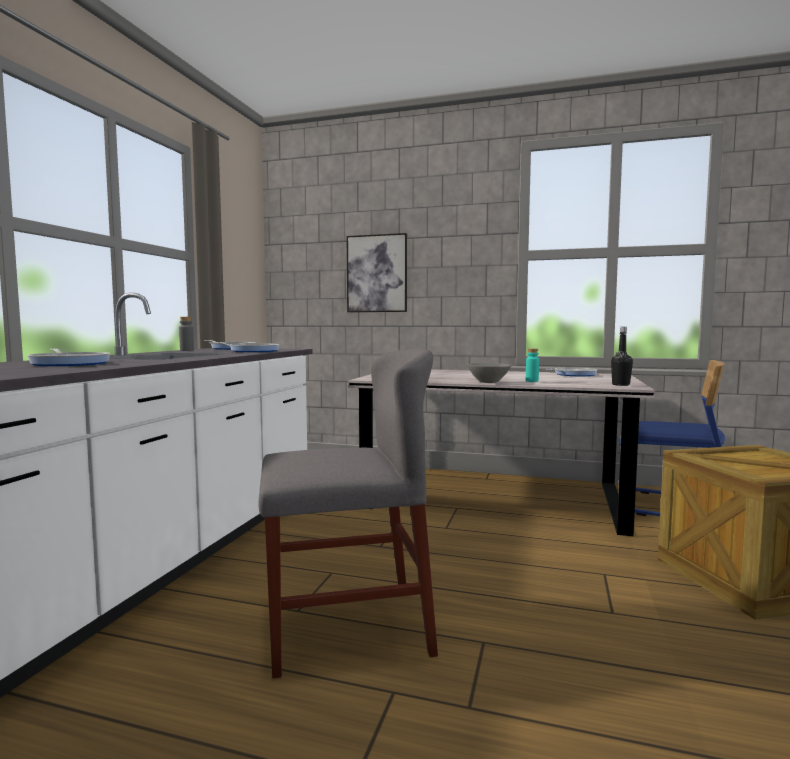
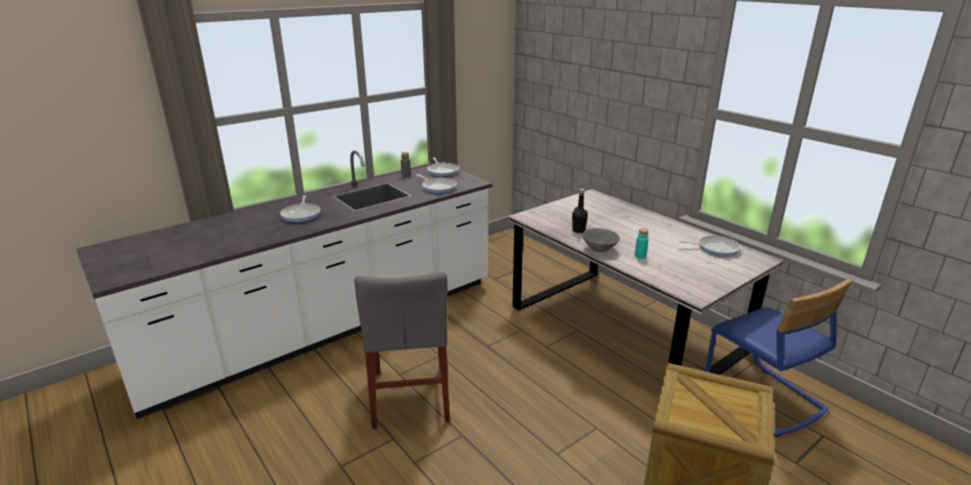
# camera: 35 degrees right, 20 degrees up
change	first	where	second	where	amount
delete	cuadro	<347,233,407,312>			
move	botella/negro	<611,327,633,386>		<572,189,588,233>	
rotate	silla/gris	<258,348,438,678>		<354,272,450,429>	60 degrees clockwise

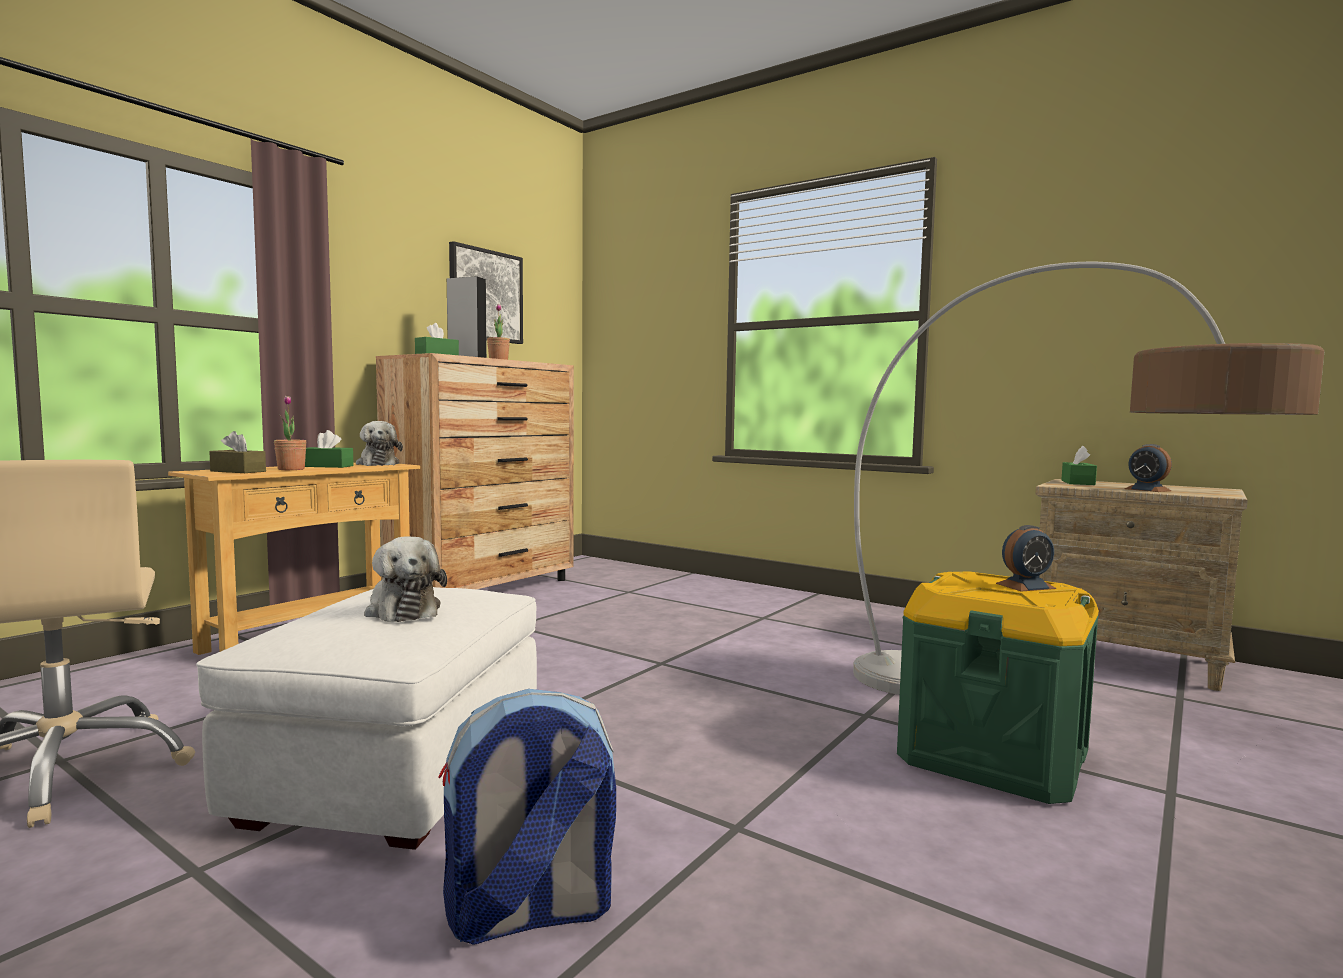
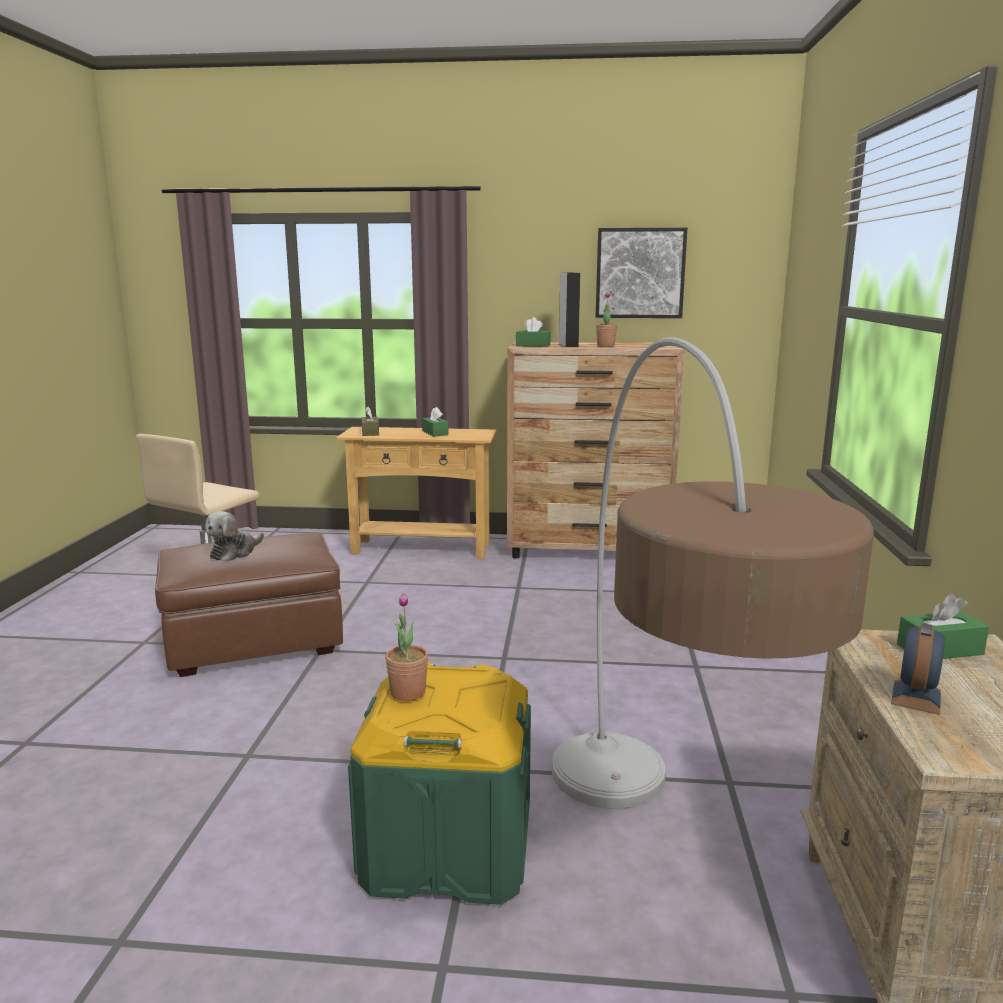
# camera: 60 degrees right, 10 degrees up
change	first	where	second	where	amount
delete	peluche	<356,421,403,466>			
delete	mochila	<438,689,616,945>			
delete	despertador	<996,525,1056,591>			
move	planta en maceta	<274,396,307,470>		<385,593,428,701>	
recolor	puf/blanco	<196,587,537,850>	puf/marrón	<155,533,343,677>	

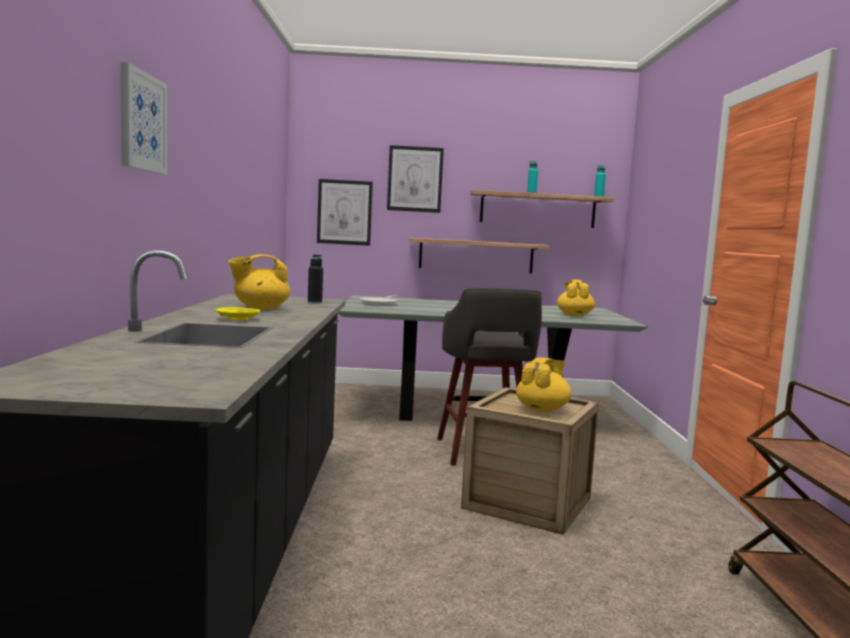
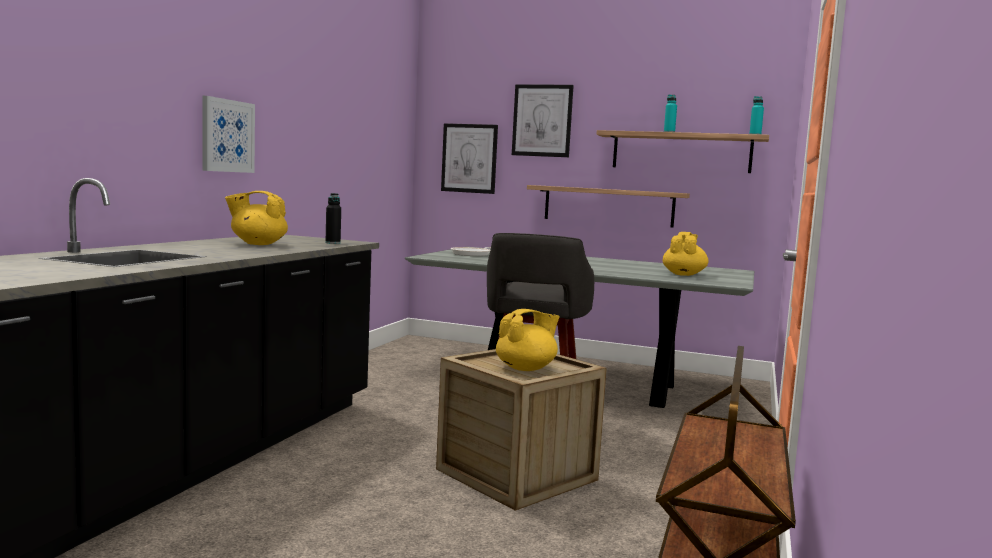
# camera: 20 degrees right, 0 degrees up
change	first	where	second	where	amount
delete	plato/amarillo	<215,307,260,320>			
move	cuadro	<121,62,167,174>		<203,96,255,173>	

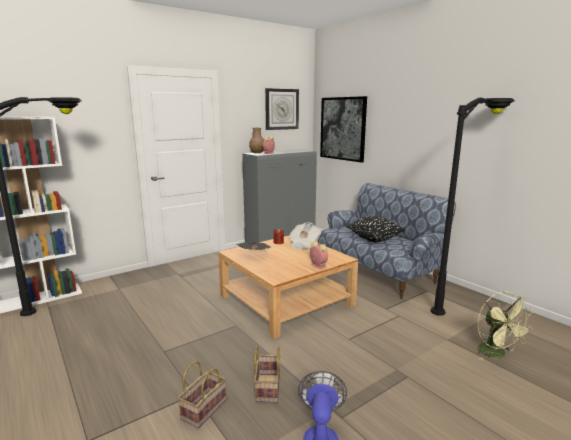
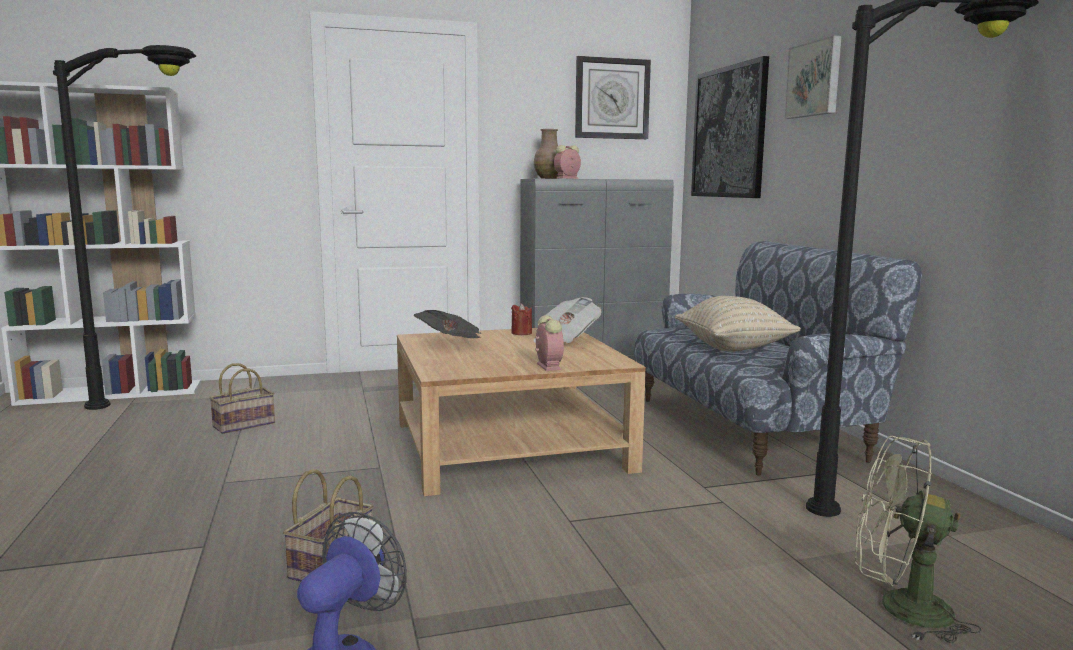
# camera: 20 degrees right, 5 degrees down
change	first	where	second	where	amount
insert			cuadro	<784,35,842,119>	
move	cesta	<178,361,226,428>		<209,363,275,434>	
recolor	cojín/negro	<346,216,406,242>	cojín/beis	<675,296,801,352>	
rotate	ventilador/verde	<477,291,535,361>		<855,436,981,643>	105 degrees clockwise

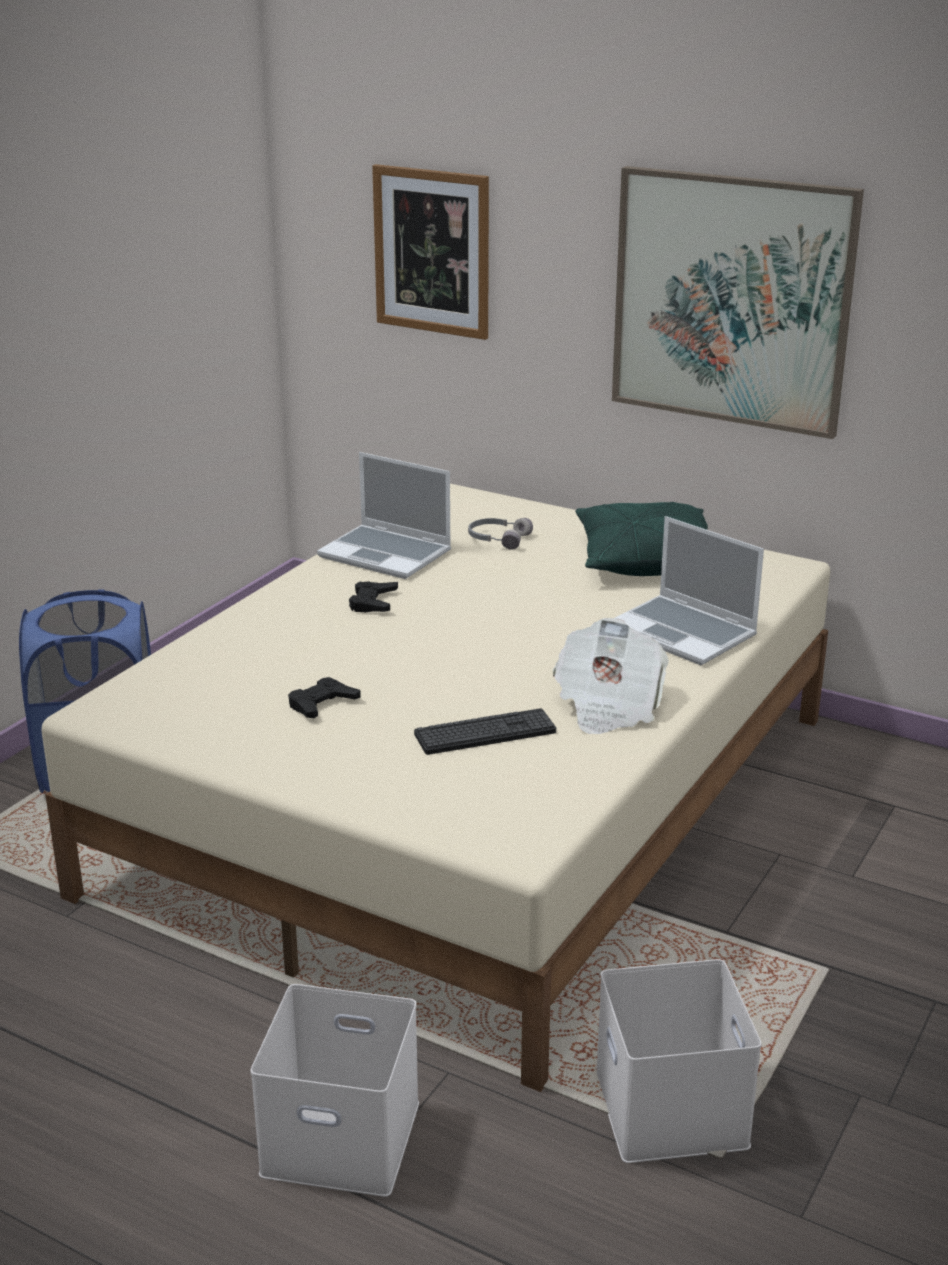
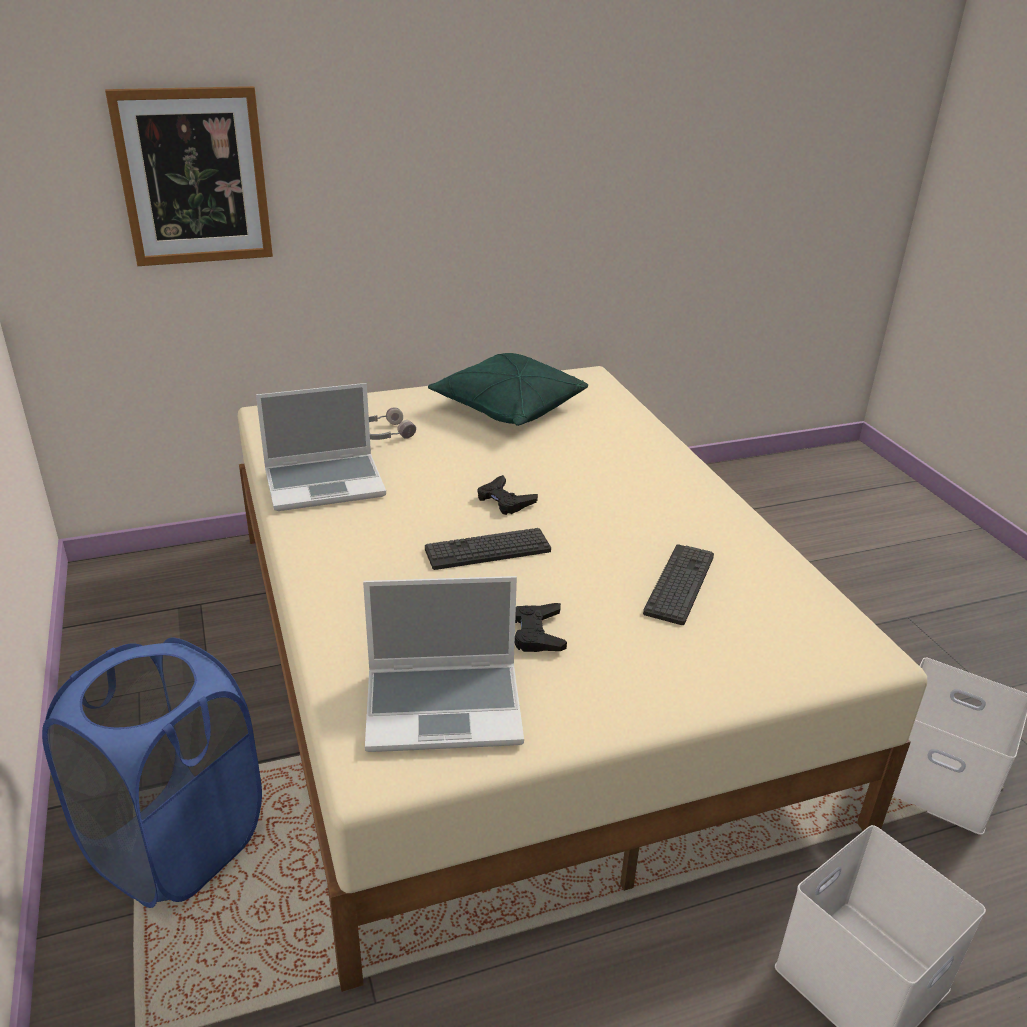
# camera: 50 degrees left, 5 degrees up
change	first	where	second	where	amount
delete	periódico	<553,618,669,734>			
delete	cuadro	<612,166,864,439>			
insert			teclado	<425,528,551,570>	
move	mando de consola/negro	<349,581,398,612>		<477,475,538,515>	
move	portátil	<615,516,764,665>		<363,576,524,752>	

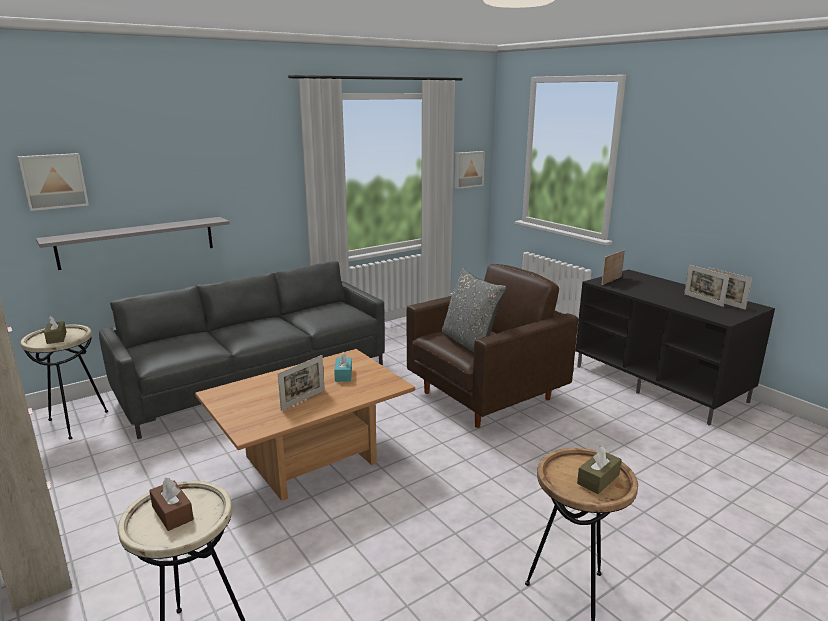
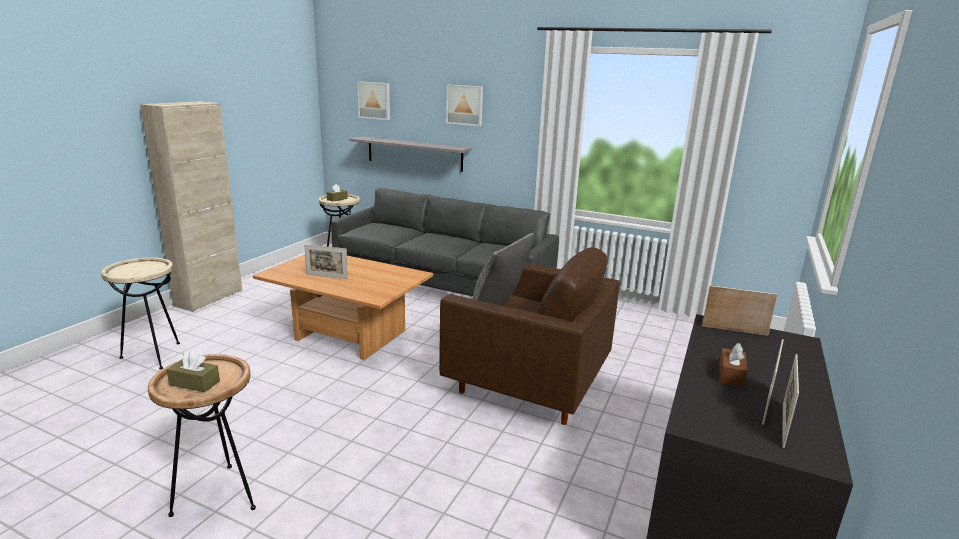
# camera: 60 degrees right, 0 degrees up
change	first	where	second	where	amount
delete	caja de pañuelos/turquesa	<334,352,352,382>			
move	caja de pañuelos/marrón	<149,478,194,531>		<719,343,748,387>	
move	cuadro	<455,151,485,189>		<446,85,483,126>	

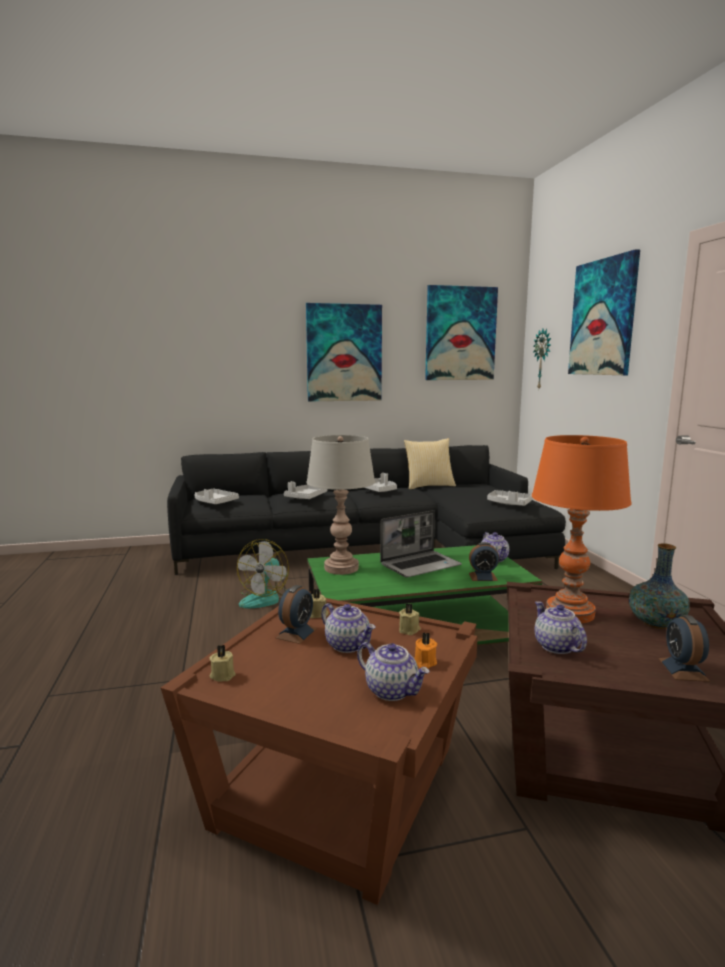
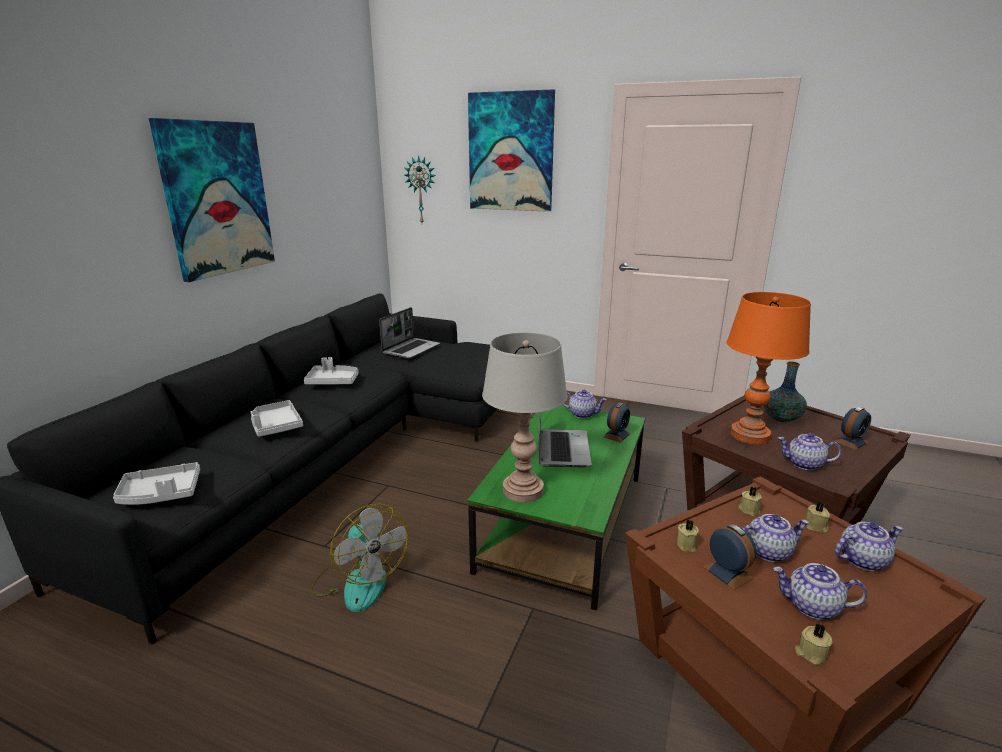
# camera: 55 degrees left, 10 degrees up
change	first	where	second	where	amount
delete	cojín	<404,438,456,489>			
delete	cuadro	<425,285,498,380>			
delete	bandeja/gris	<487,490,533,506>			
insert			portátil	<379,307,440,359>	
insert			tetera	<773,563,867,620>	
recolor	vela/naranja	<414,632,437,669>	vela/beis	<805,501,830,532>	
rotate	despertador	<659,615,710,682>		<834,407,871,450>	75 degrees counterclockwise

